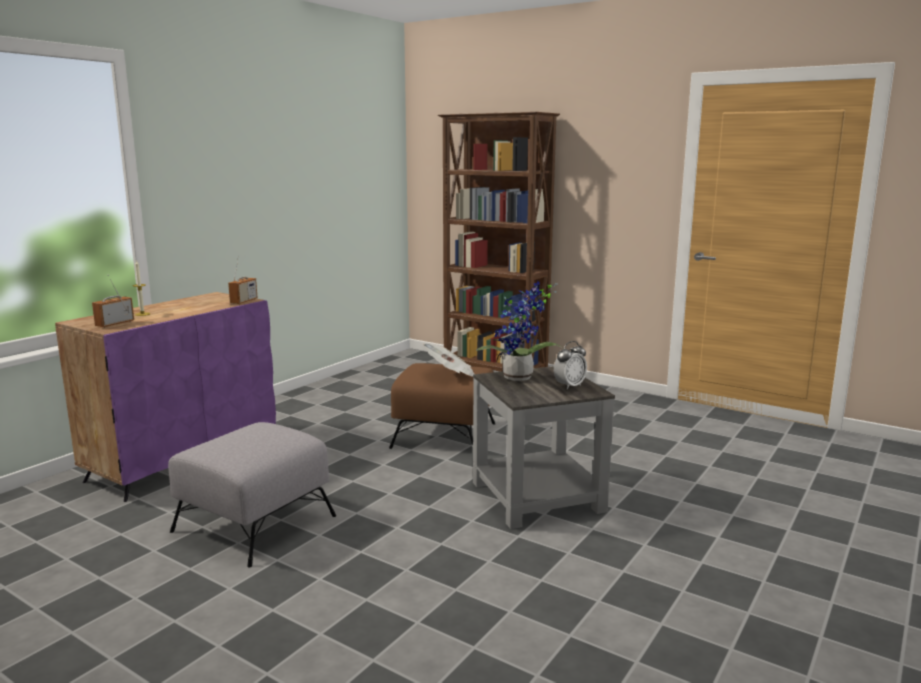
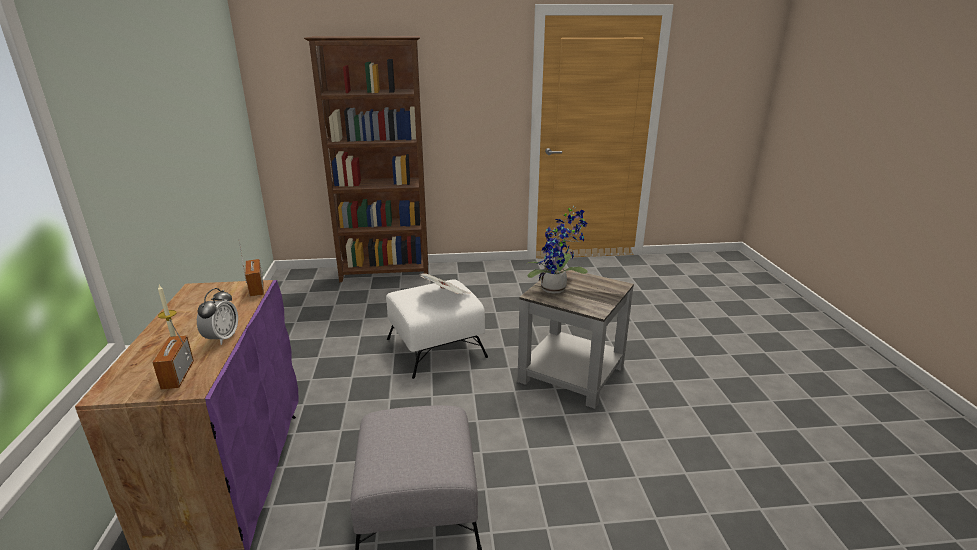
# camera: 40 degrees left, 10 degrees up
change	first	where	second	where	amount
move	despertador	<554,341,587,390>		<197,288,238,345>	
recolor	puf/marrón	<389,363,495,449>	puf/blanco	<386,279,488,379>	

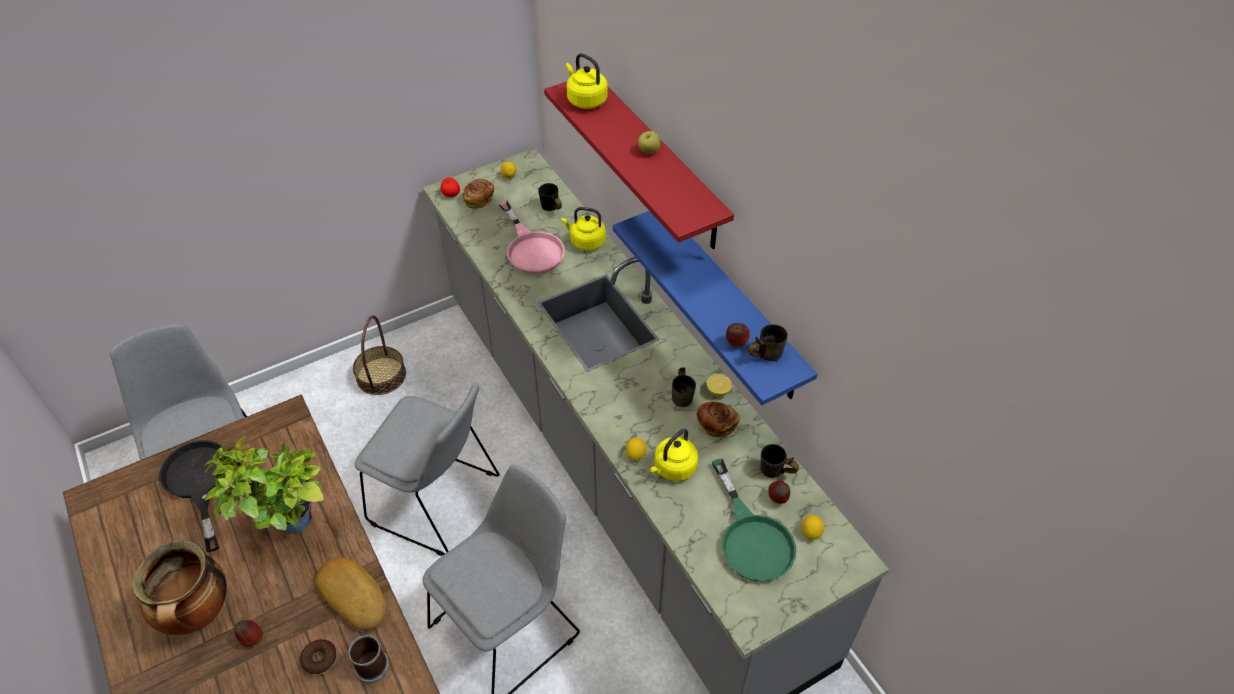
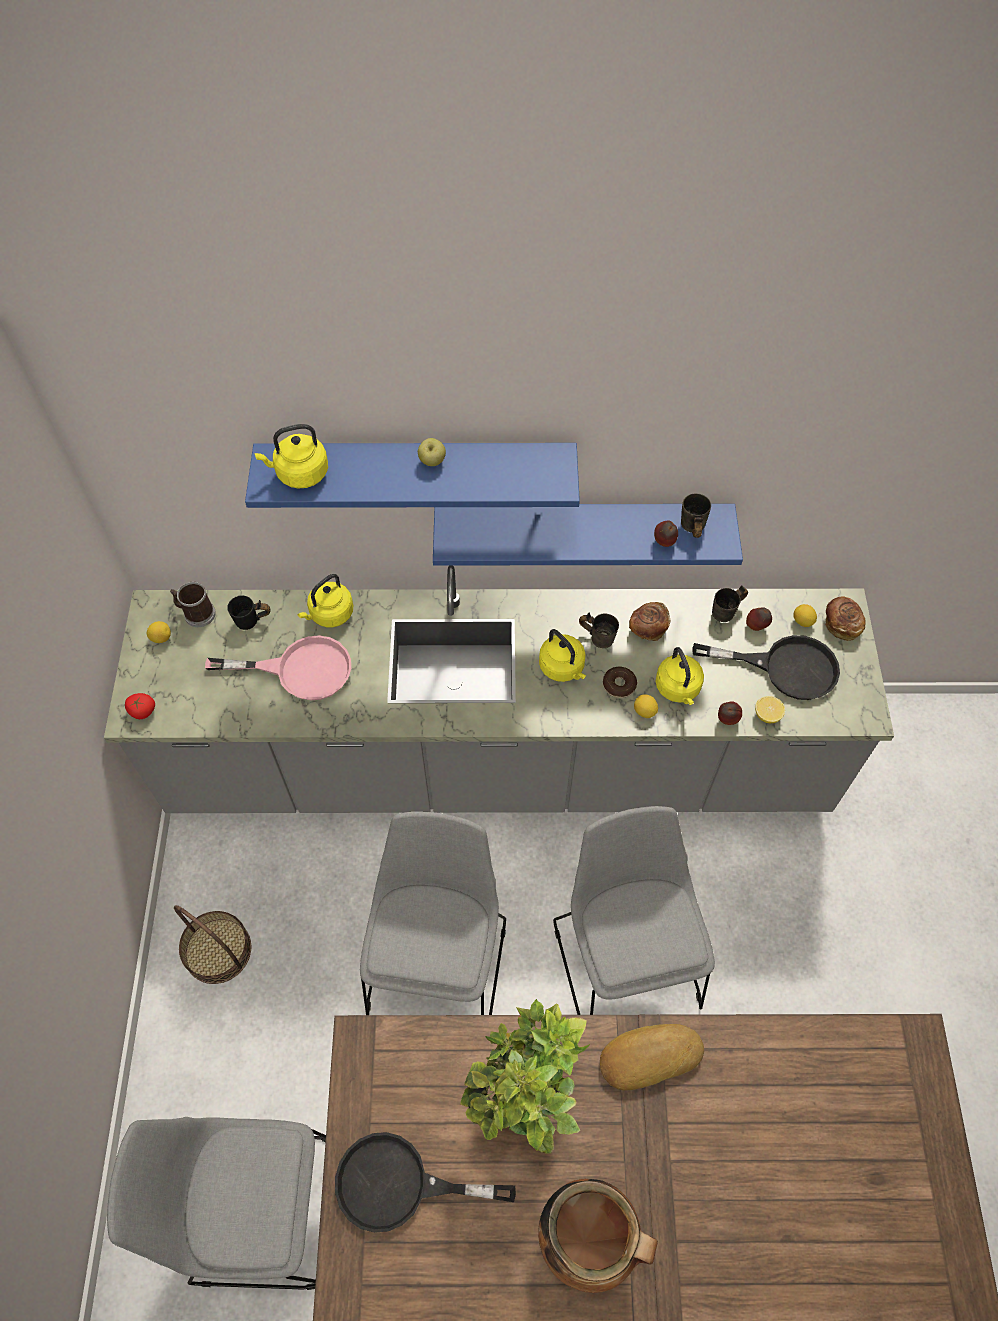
# camera: 60 degrees left, 10 degrees up
change	first	where	second	where	amount
insert			hervidor/amarillo	<539,629,586,682>	
move	manzana	<234,620,263,646>		<718,701,742,725>	
move	rosquilla	<300,639,337,675>		<603,667,637,698>	
move	taza grande	<348,629,389,683>		<170,582,216,627>	
move	pan	<463,179,495,209>		<825,596,866,641>	
move	limón	<706,374,732,397>		<755,696,785,723>	
recolor	estante/rojo	<544,82,734,249>	estante/azul	<245,443,580,508>	
recolor	sartén/verde	<712,458,796,582>	sartén/negro	<692,635,840,700>	
rotate	silla/gris	<354,383,499,556>		<360,811,506,1015>	45 degrees counterclockwise

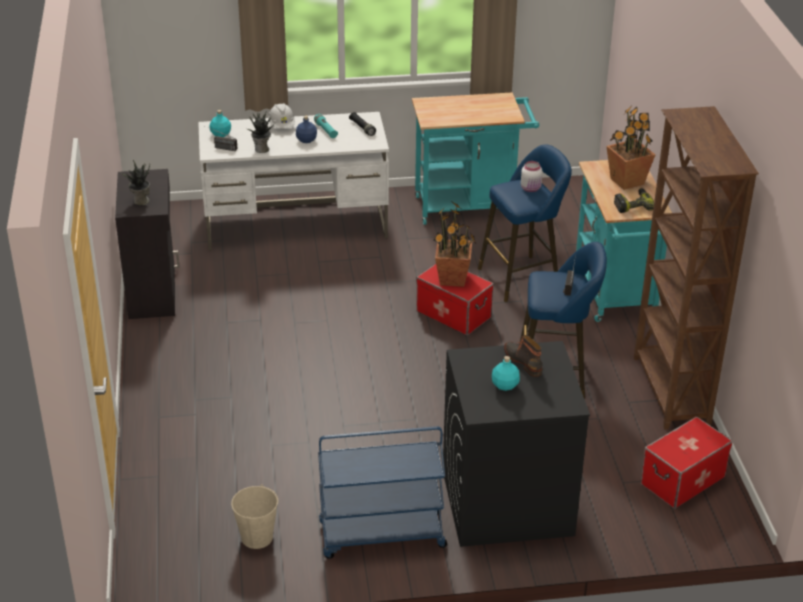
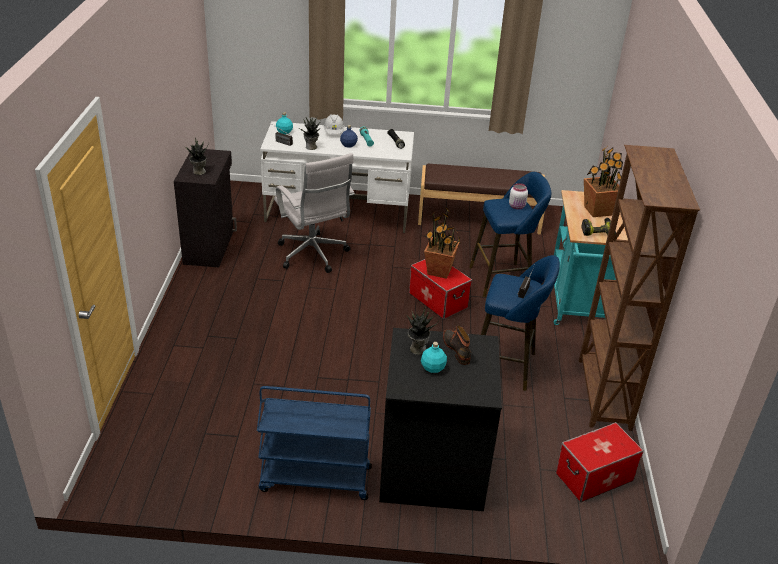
# camera: 10 degrees right, 0 degrees up
change	first	where	second	where	amount
delete	cubo/beis	<231,484,278,549>			
insert			silla de oficina/blanco	<274,153,355,273>	
insert			planta en maceta	<407,307,439,355>	
replace	carrito/turquesa	<412,92,539,225>	banco/marrón	<418,164,545,235>	

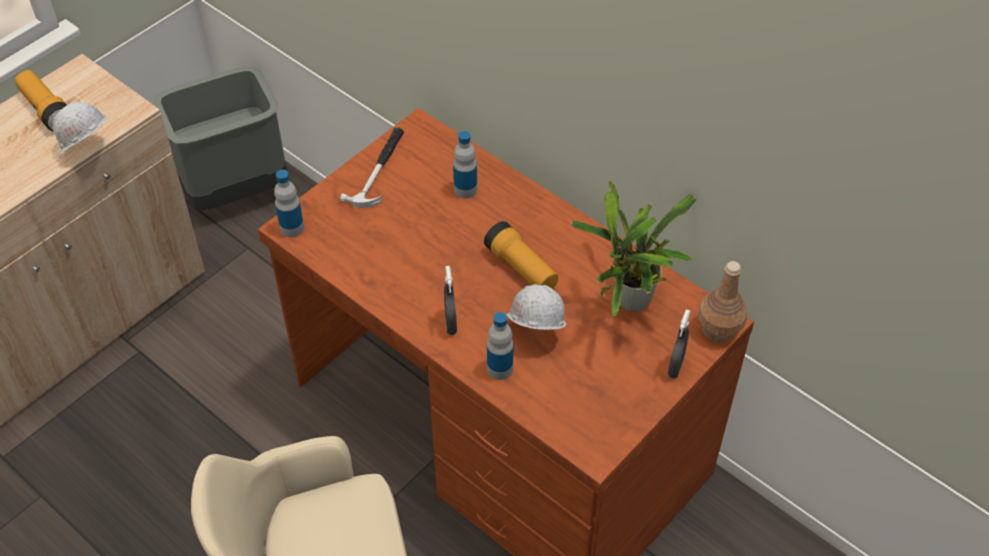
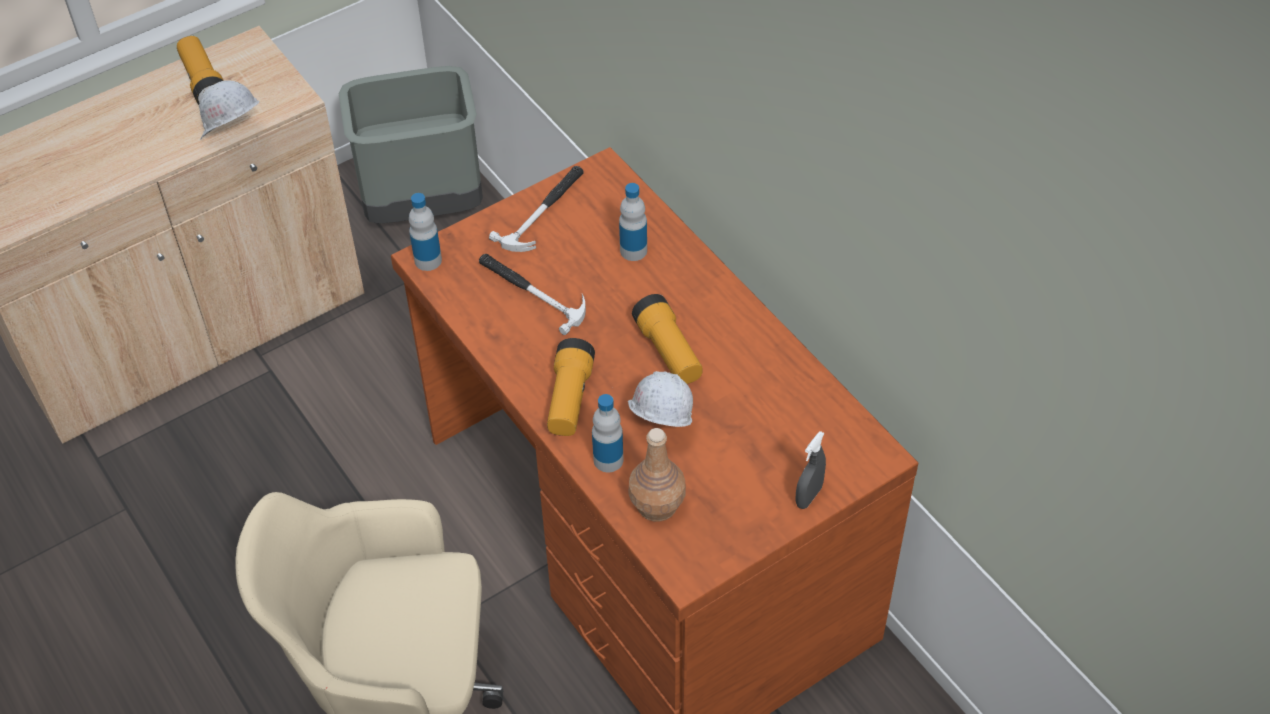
# camera: 15 degrees right, 0 degrees up
change	first	where	second	where	amount
delete	planta en maceta	<571,181,696,317>			
insert			martillo	<479,254,586,335>	
move	botella/marrón	<698,261,747,343>		<628,428,686,522>	
replace	pulverizador/gris	<444,266,457,335>	linterna	<547,338,595,436>	

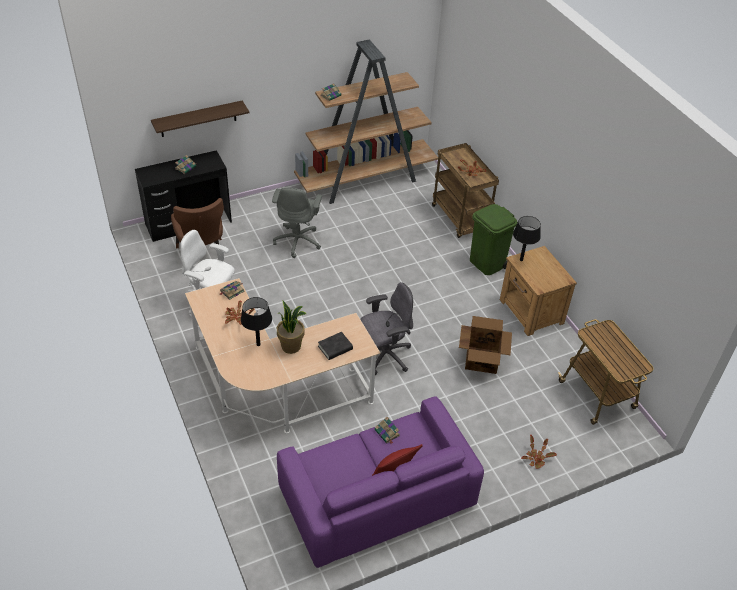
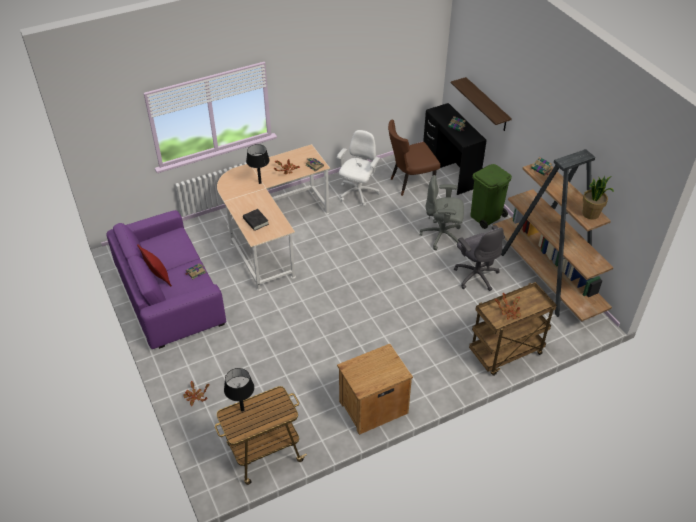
# camera: 90 degrees right, 0 degrees up
change	first	where	second	where	amount
delete	caja de cartón	<459,316,512,374>			
move	planta en maceta	<277,301,306,354>		<583,175,614,220>	
move	silla de oficina/gris	<360,282,413,375>		<454,225,505,291>	
move	papelera/verde	<470,204,517,275>		<471,164,512,229>	
move	lámpara de mesa/negro	<513,216,541,261>		<224,368,254,412>	

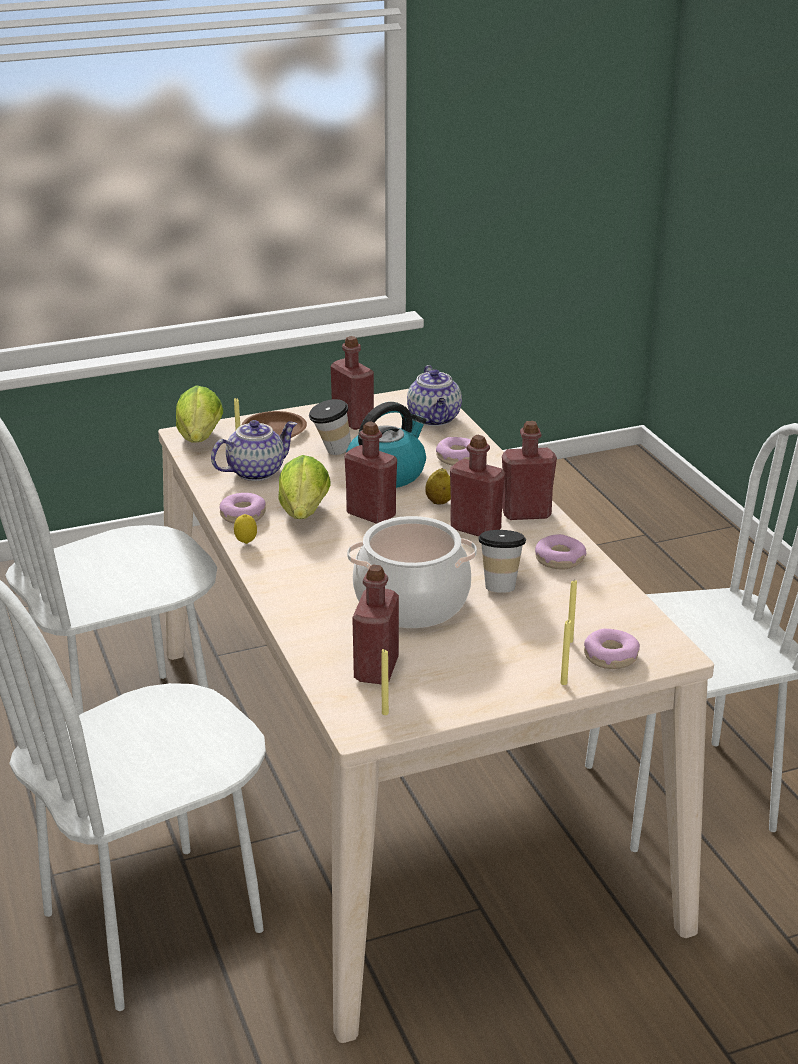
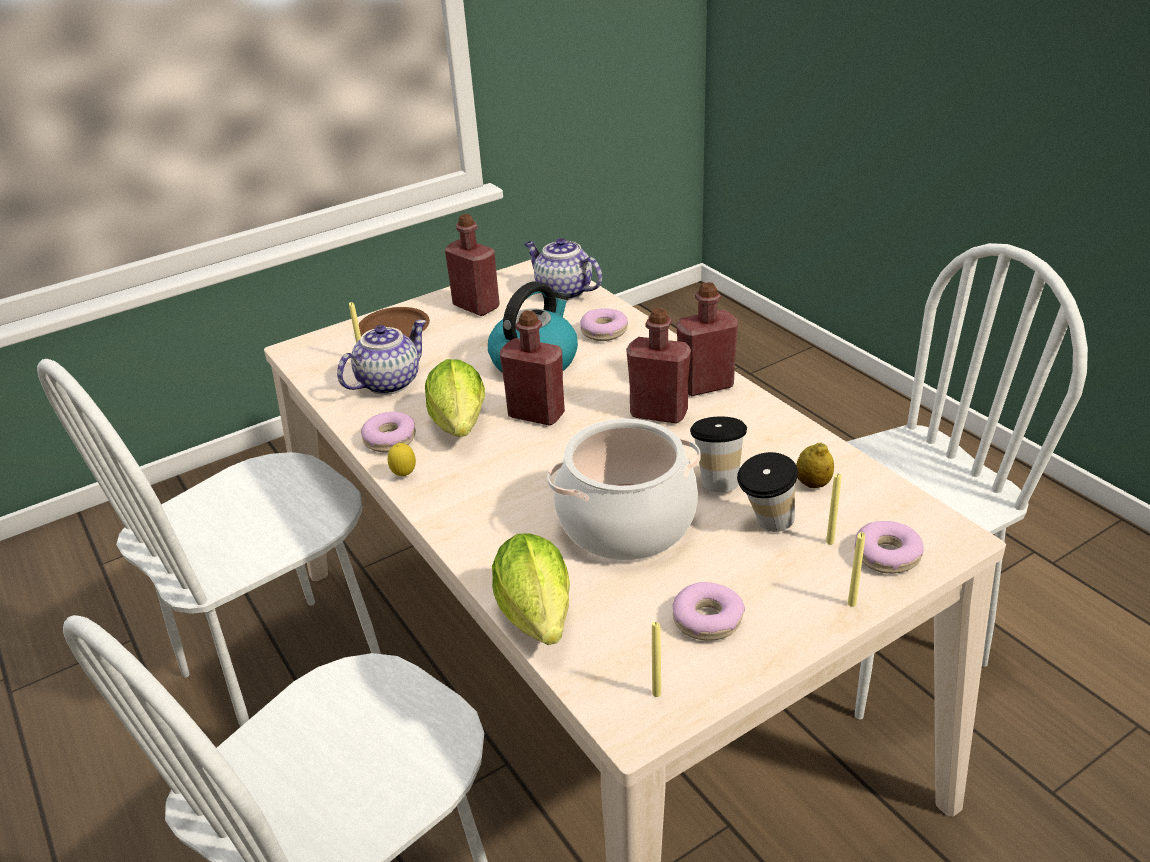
# camera: 10 degrees left, 5 degrees up
change	first	where	second	where	amount
delete	botella/rojo	<352,565,399,684>			
move	lechuga	<176,385,223,442>		<492,533,570,645>	
move	taza	<309,399,351,455>		<737,452,798,532>	
move	limón	<425,468,451,504>		<796,442,834,488>	
move	rosquilla	<535,534,586,569>		<673,582,745,641>	
rotate	tetera	<407,365,462,426>		<524,238,602,300>	150 degrees clockwise

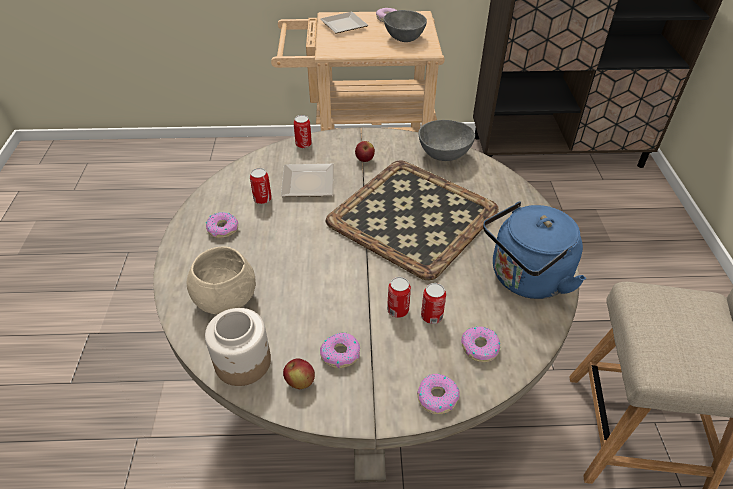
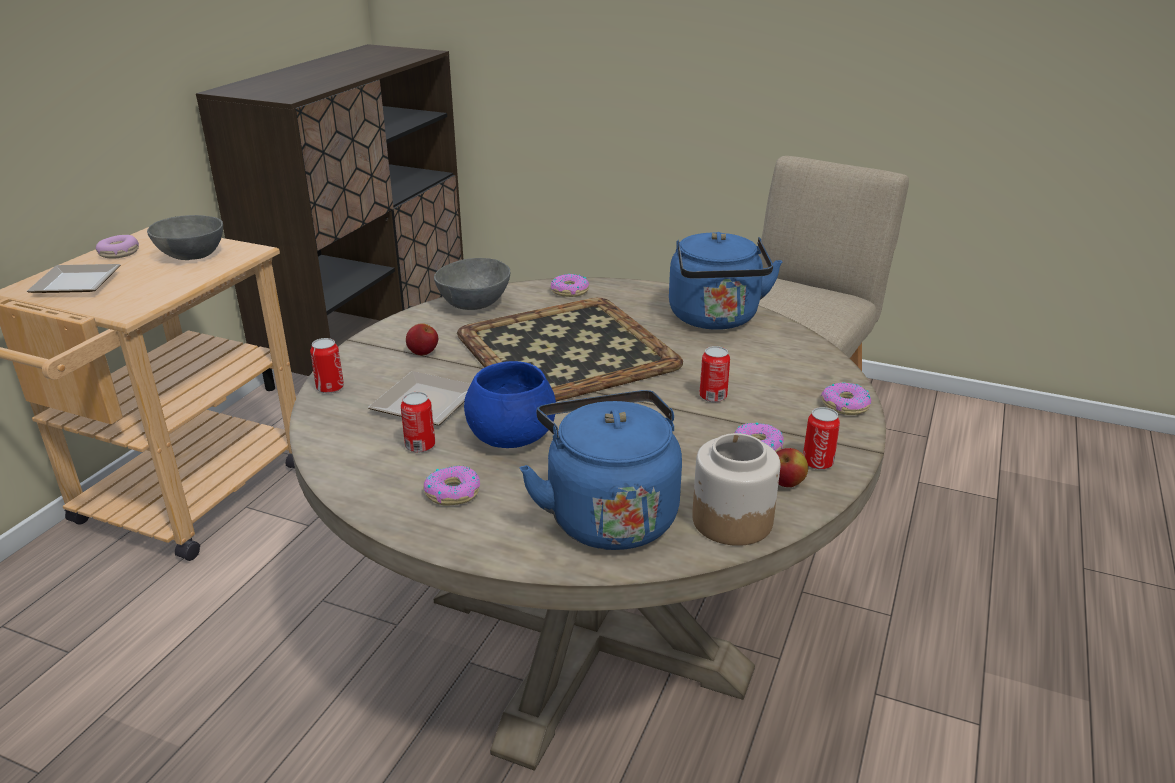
# camera: 65 degrees left, 15 degrees down
change	first	where	second	where	amount
insert			cuenco/azul	<464,361,556,448>	
move	lata	<421,283,446,324>		<803,407,840,470>	
move	rosquilla	<461,326,500,362>		<551,274,589,297>	
replace	cuenco/beis	<187,246,256,314>	hervidor/azul	<520,390,682,550>	

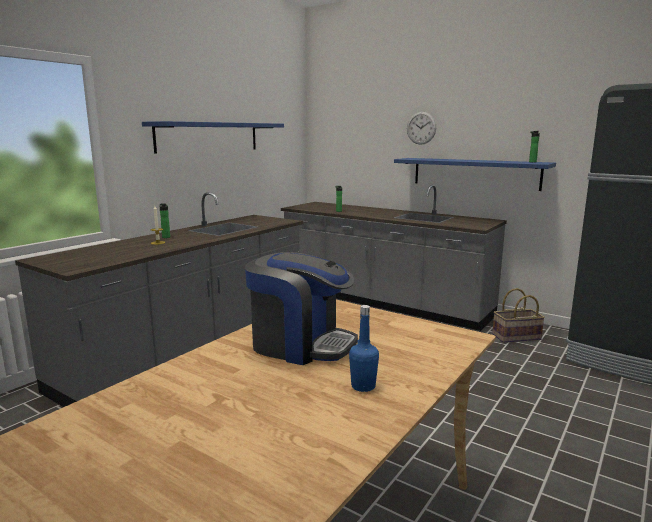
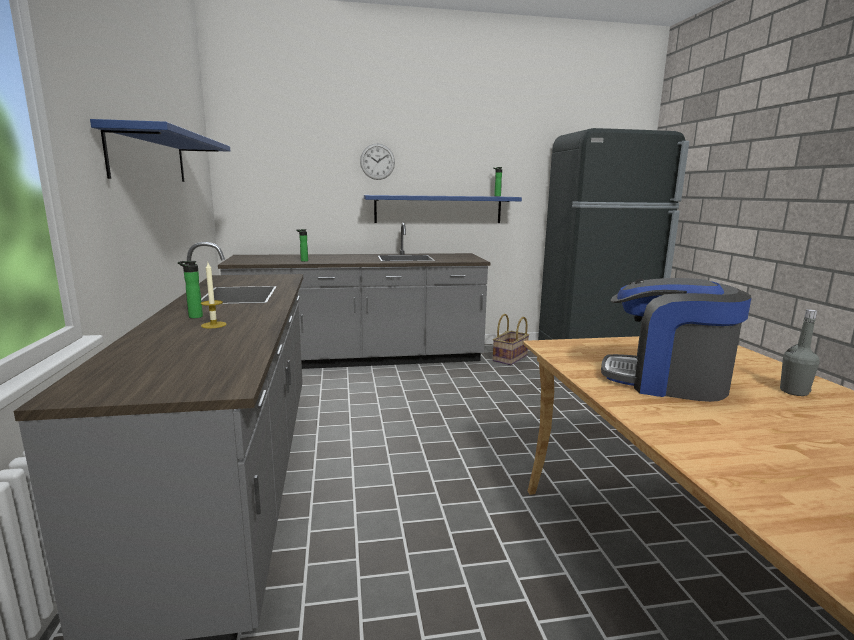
# camera: 45 degrees left, 0 degrees up
change	first	where	second	where	amount
recolor	botella/azul	<349,305,379,392>	botella/gris	<780,309,820,396>	
rotate	cafetera	<245,252,358,365>		<601,278,751,402>	135 degrees counterclockwise

